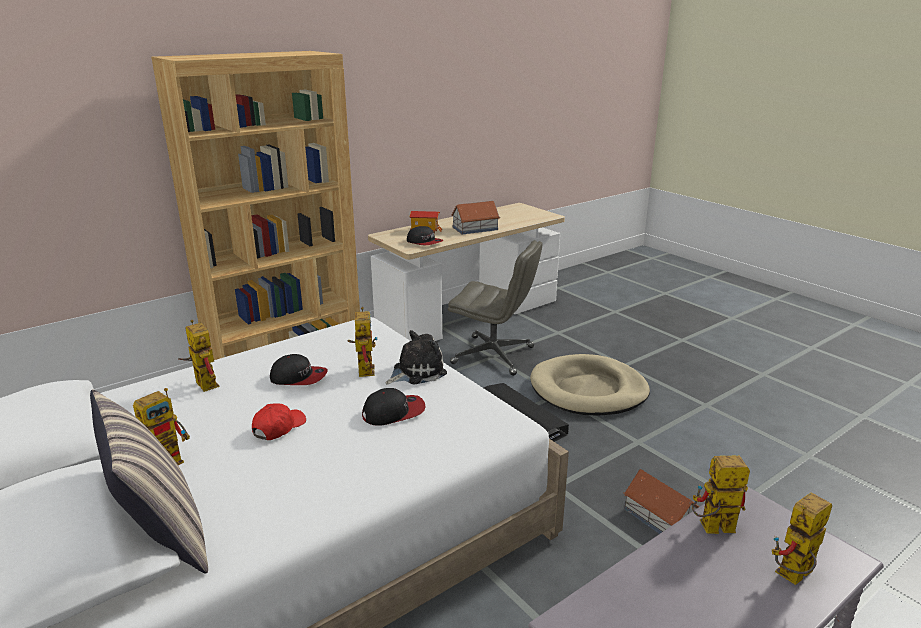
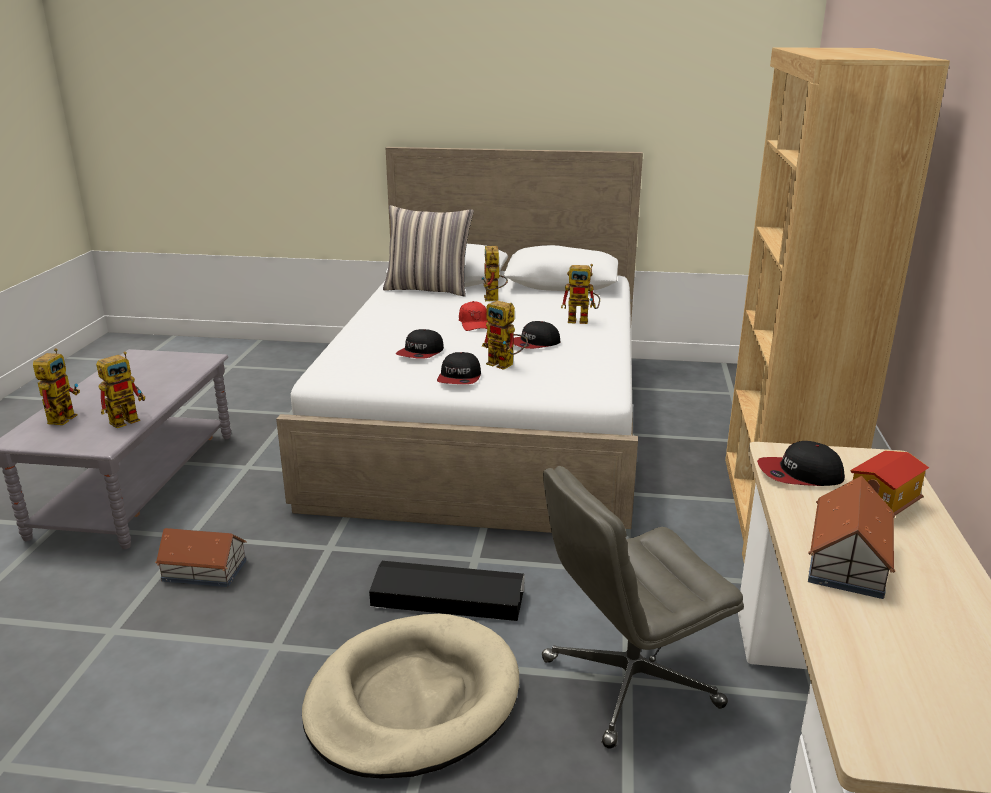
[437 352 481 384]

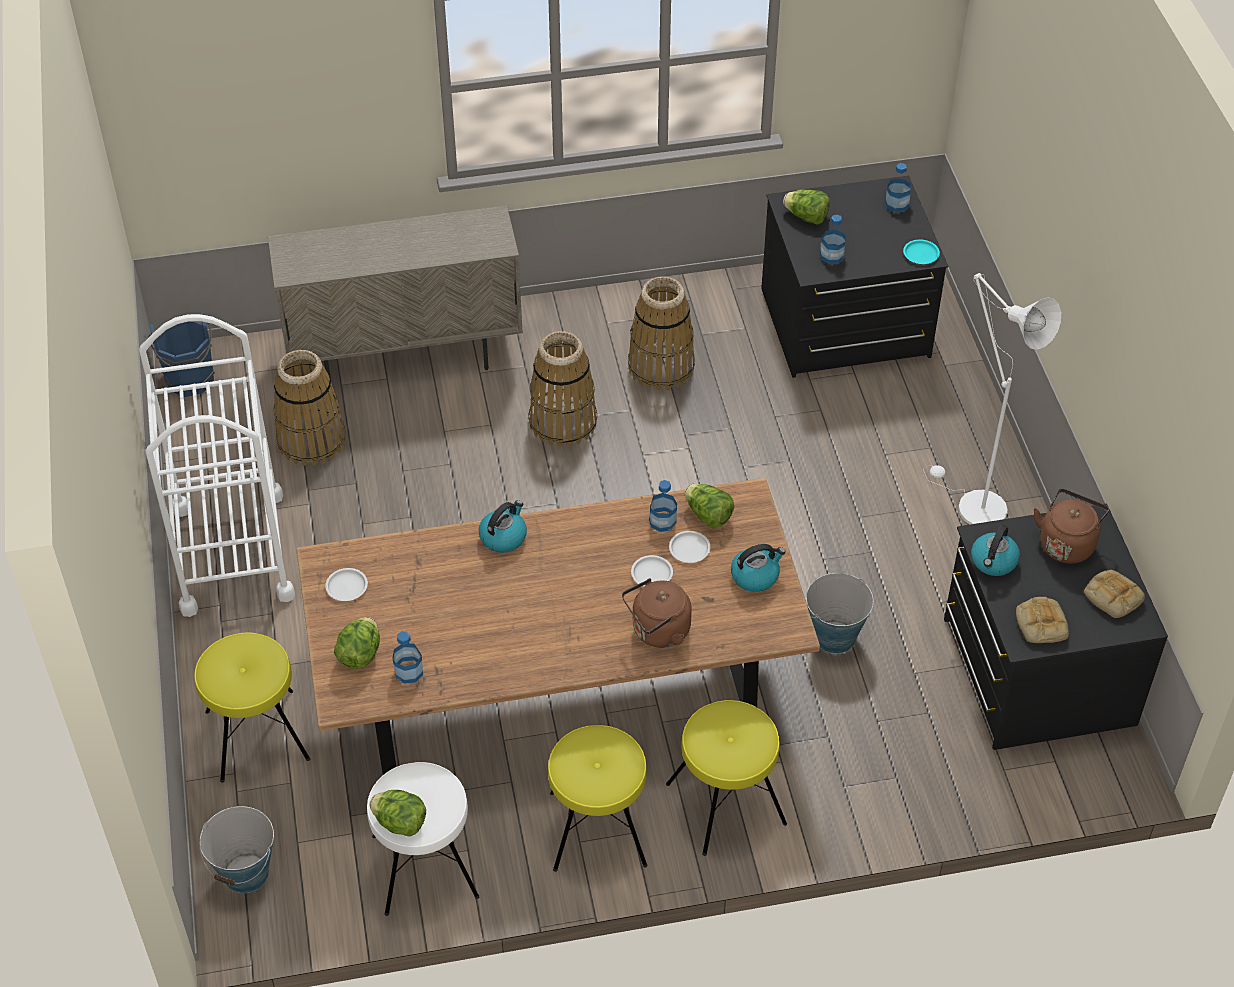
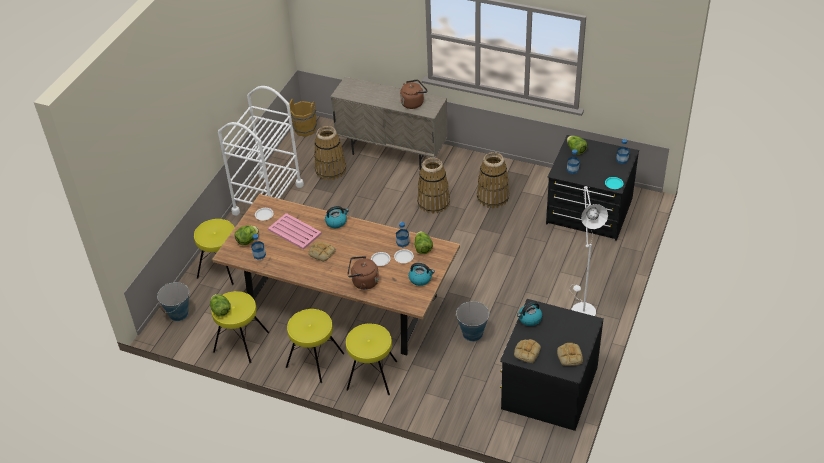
[289 99 317 137]
[400 80 428 109]
[211 291 269 363]
[268 213 322 250]
[308 241 336 262]

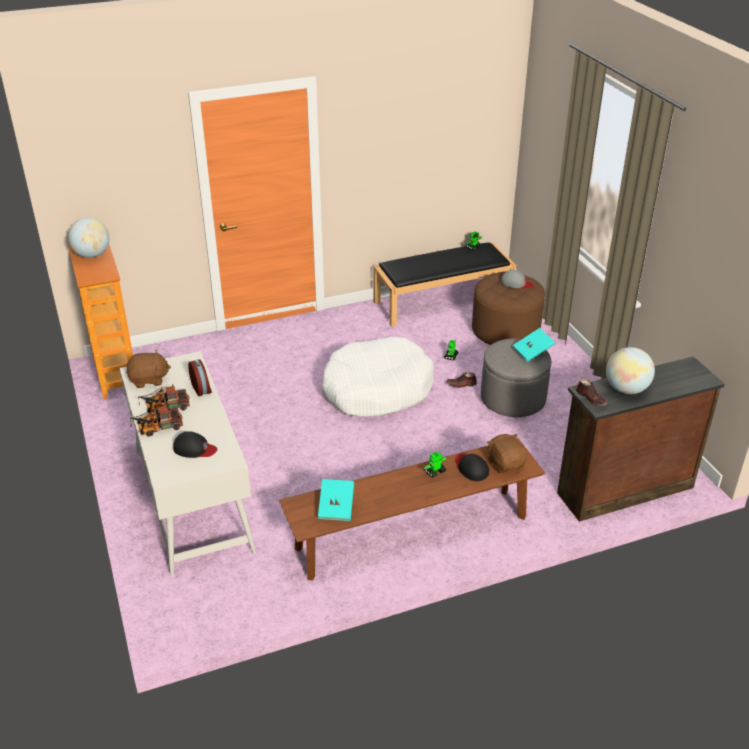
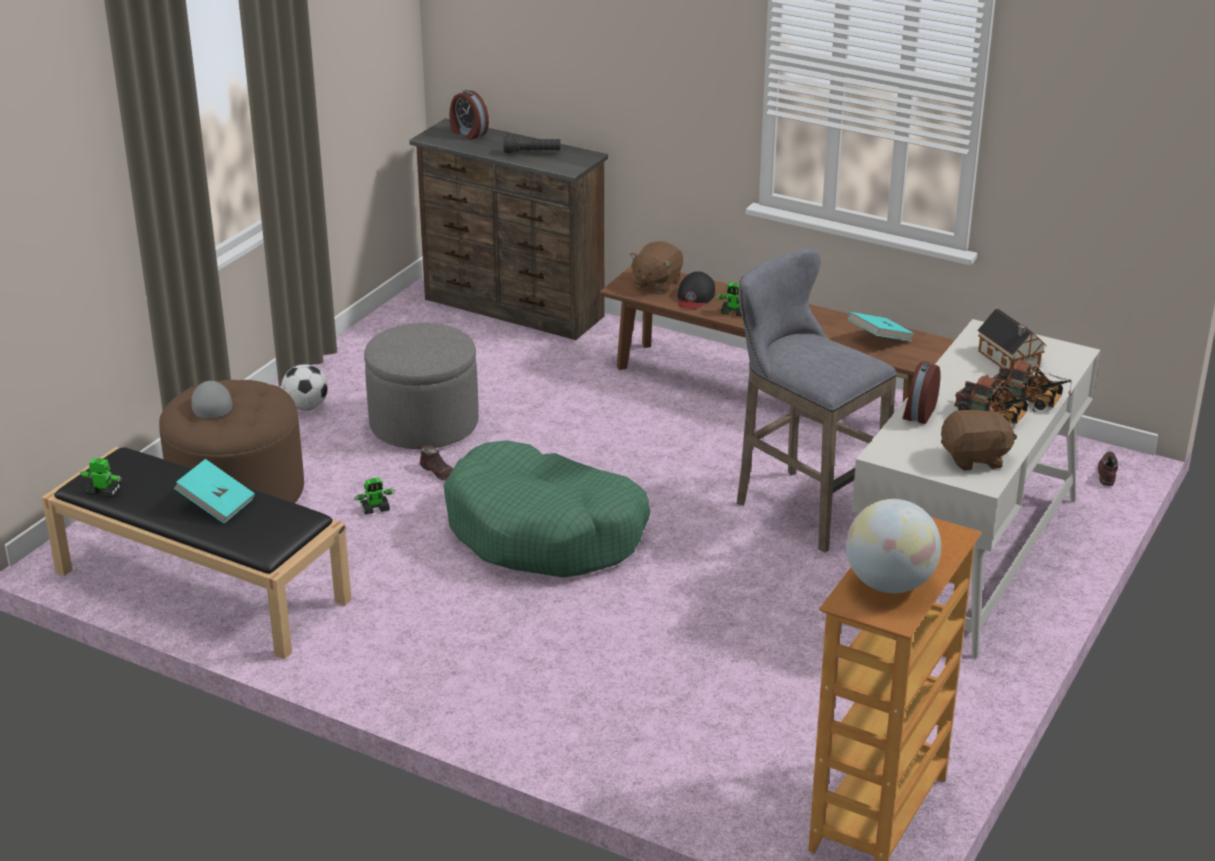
[174 459 255 523]
[444 440 650 578]
[504 135 561 153]
[941 406 1017 471]
[1098 451 1118 486]
[978 309 1046 369]
[449 90 489 140]
[737 248 897 553]
[281 364 328 410]

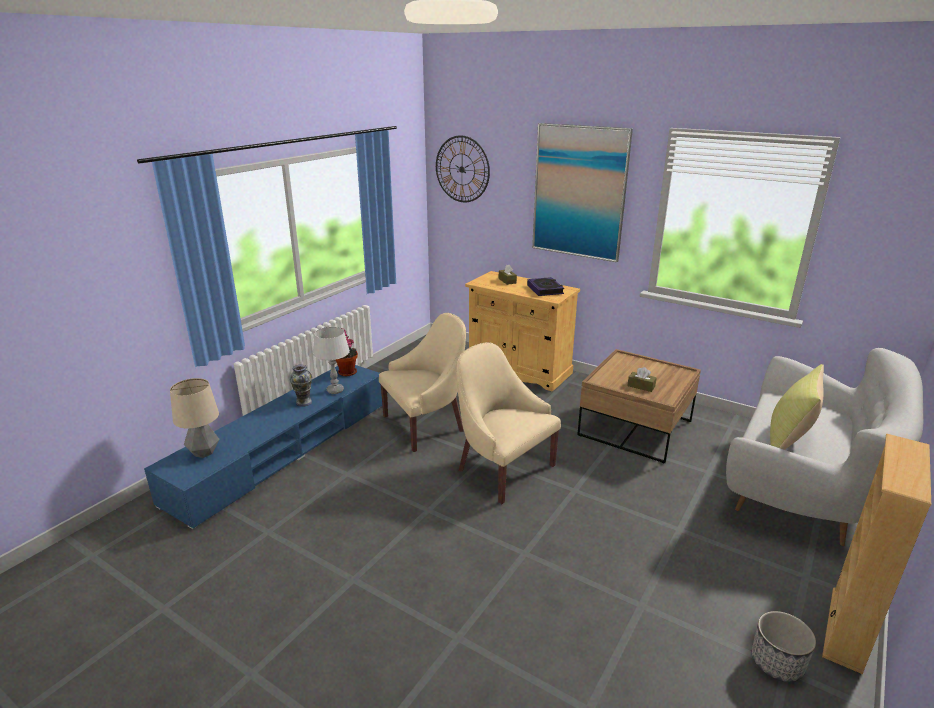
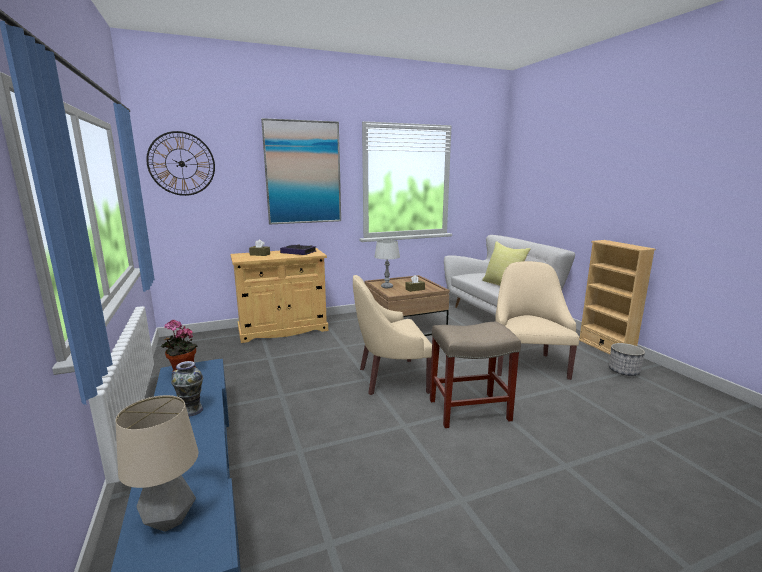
[495 261 579 380]
[374 240 400 288]
[430 322 521 428]

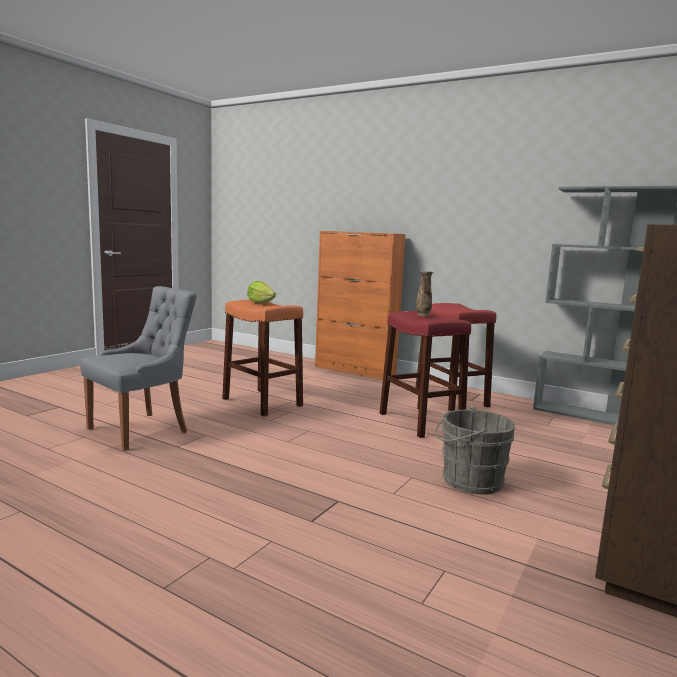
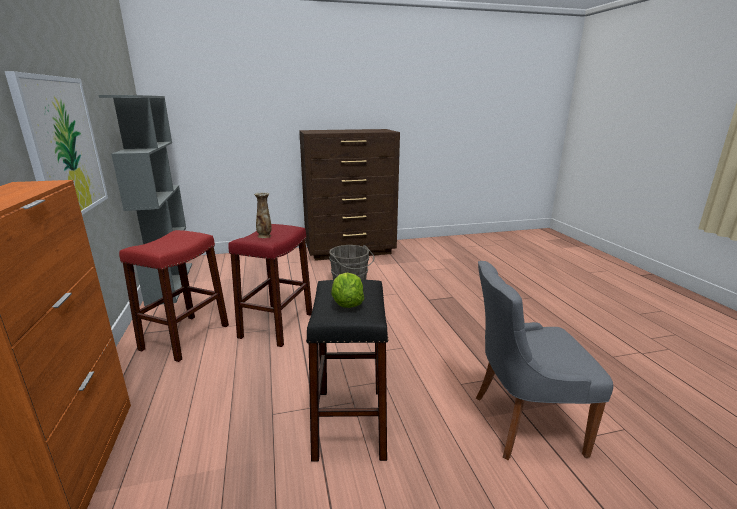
[306 280 388 462]
[5 71 108 215]

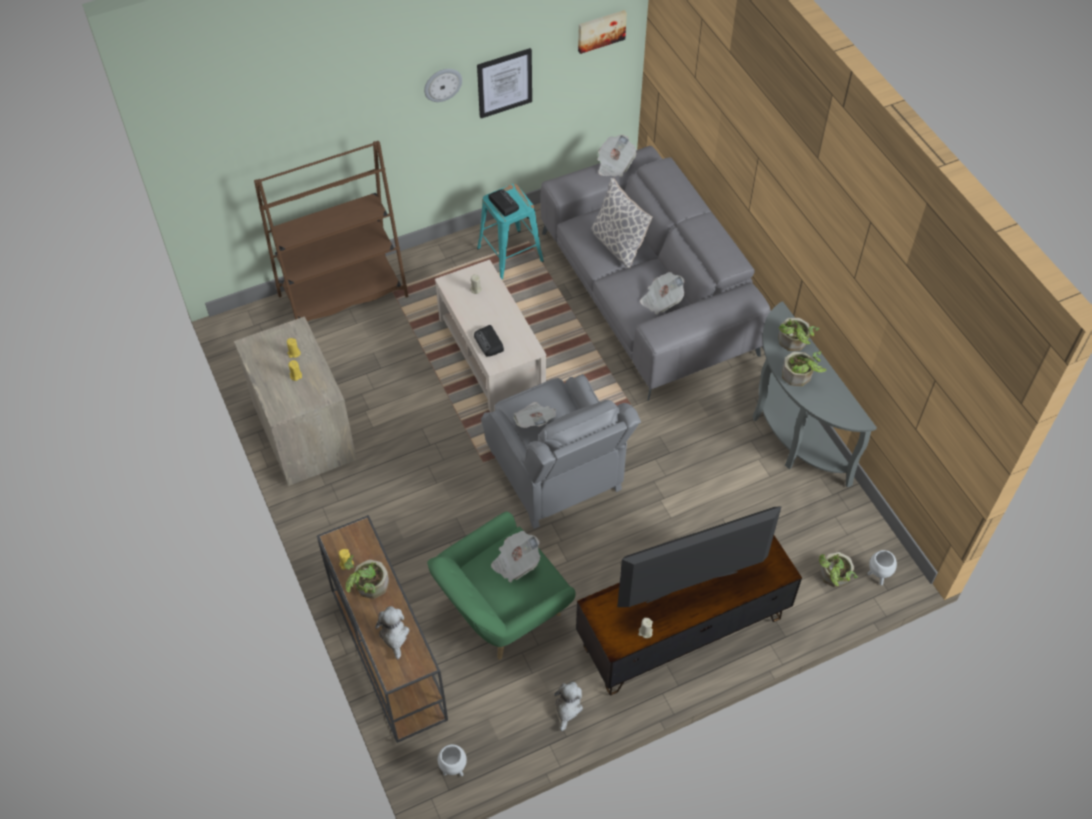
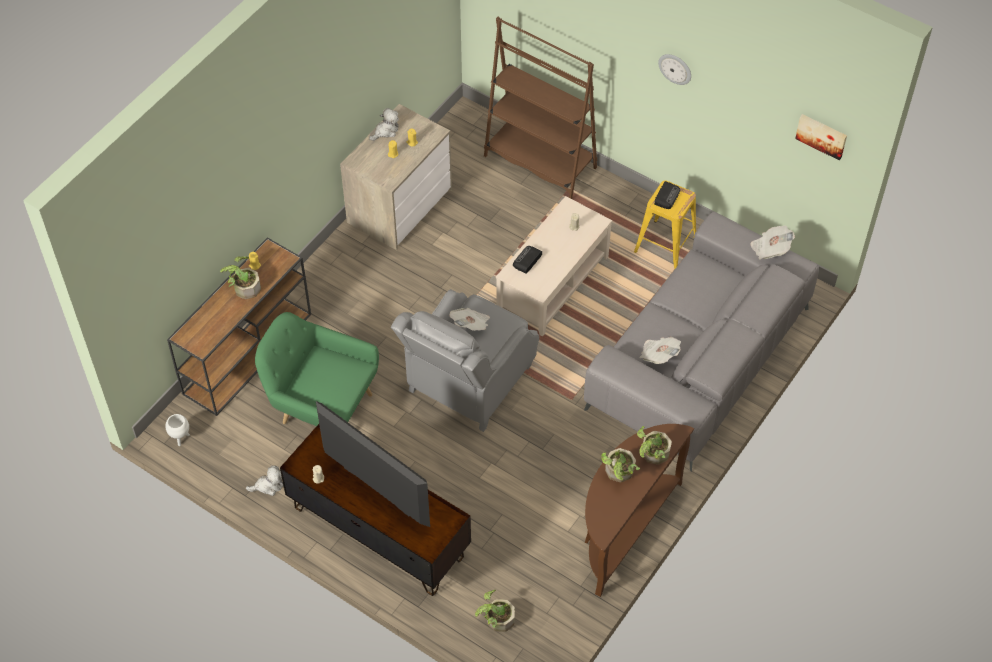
[477 48 532 118] (first image)
[591 178 653 268] (first image)
[634 181 696 270]
[585 424 694 597]
[491 531 540 583] (first image)
[867 550 897 585] (first image)
[369 108 399 141]

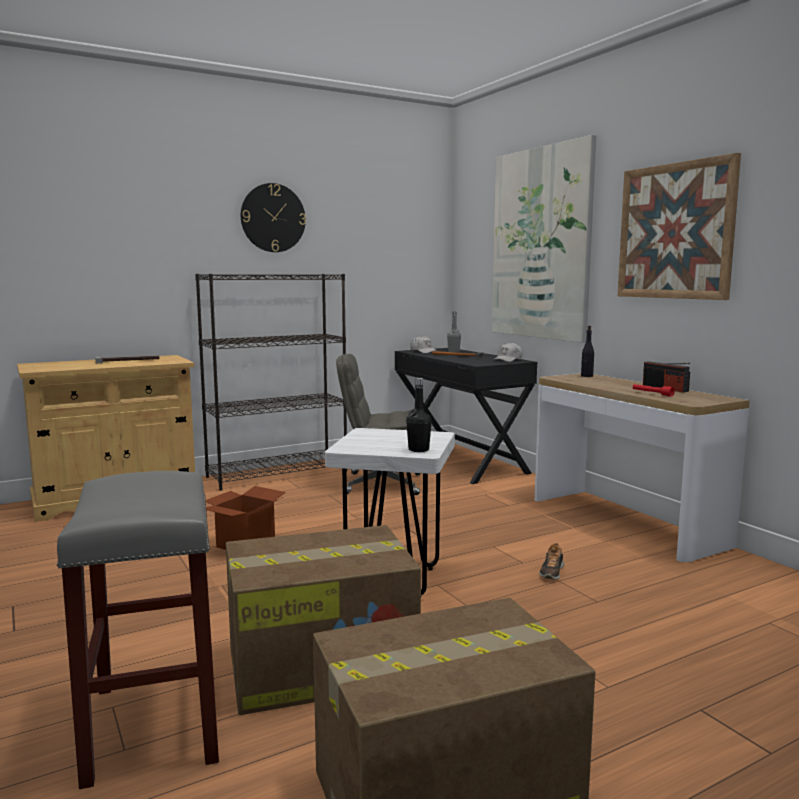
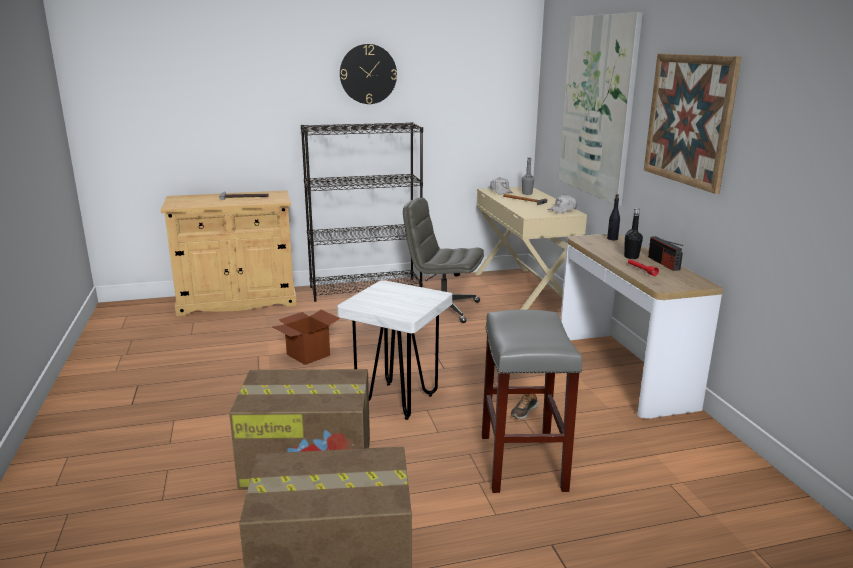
[475 187 587 310]
[624 208 643 259]
[482 310 582 493]

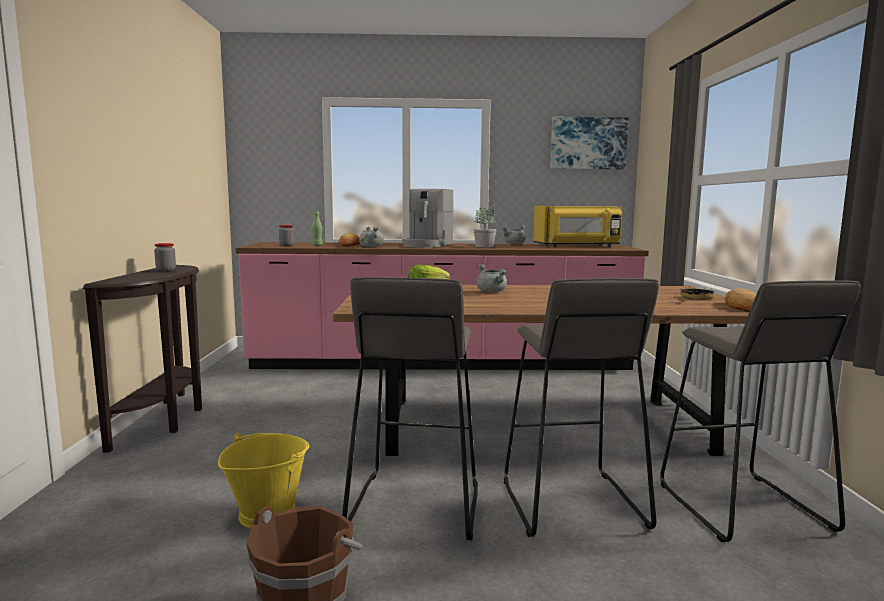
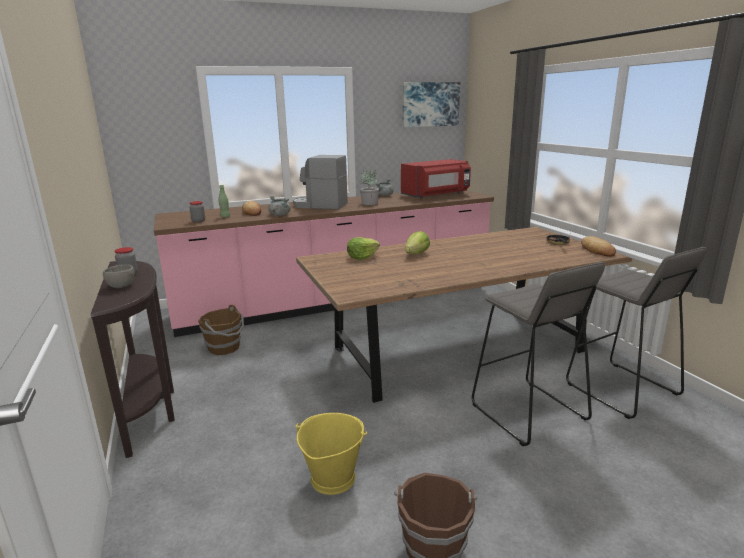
[293 155 348 209]
[401 159 471 198]
[405 231 430 255]
[342 277 478 540] (first image)
[103 265 135 288]
[198 305 244 355]

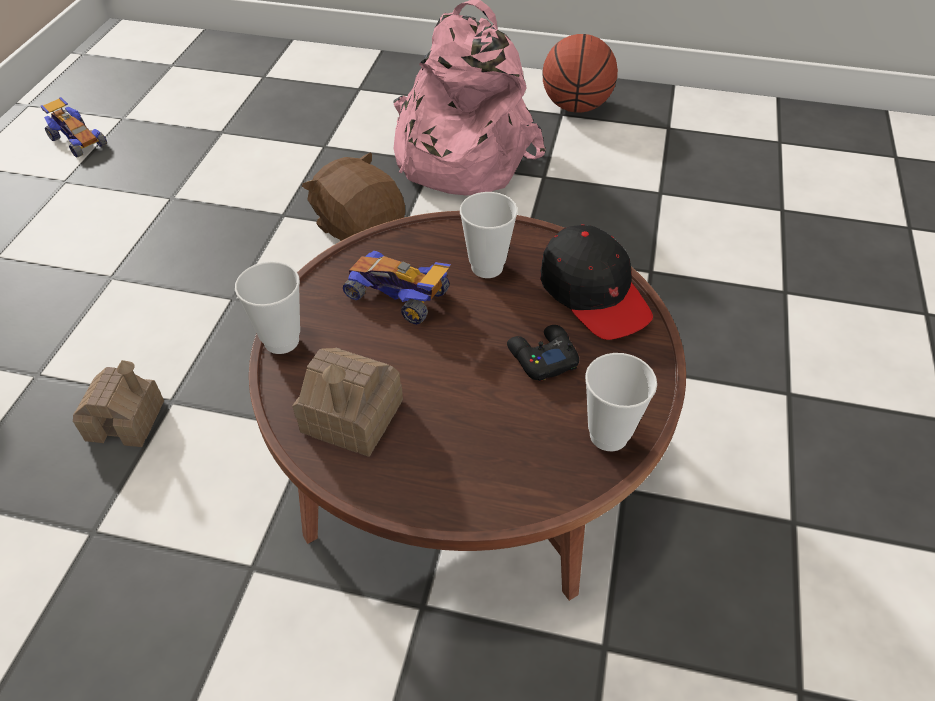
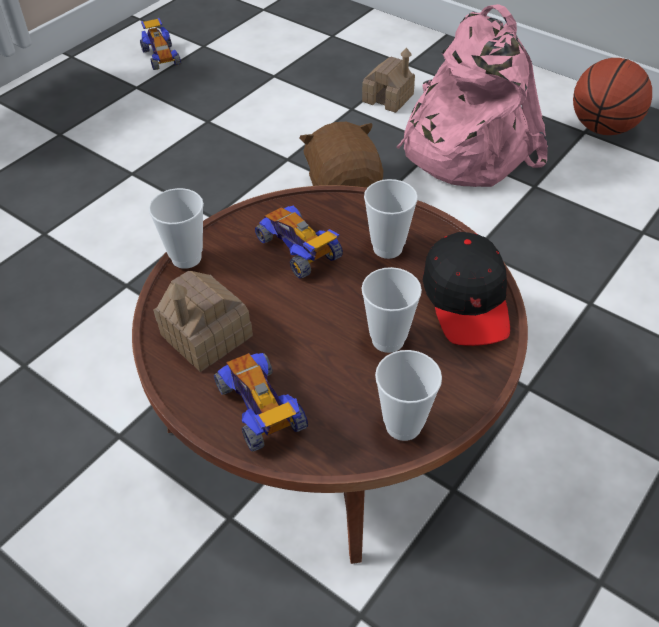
[362 267 422 353]
[362 48 415 113]
[214 353 308 452]

